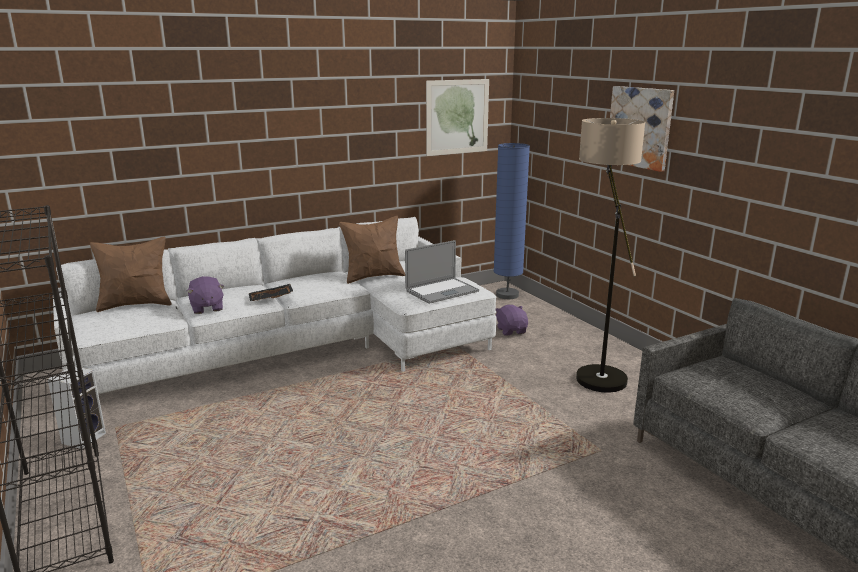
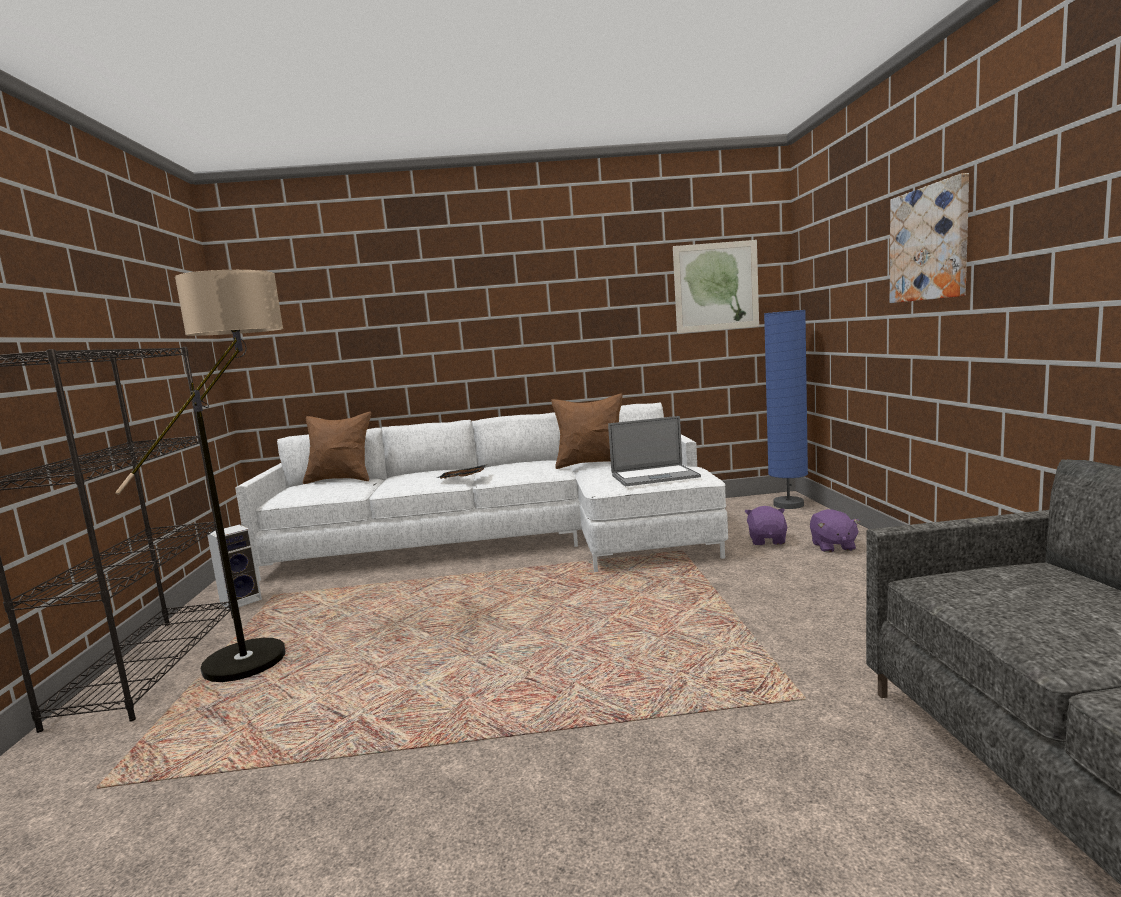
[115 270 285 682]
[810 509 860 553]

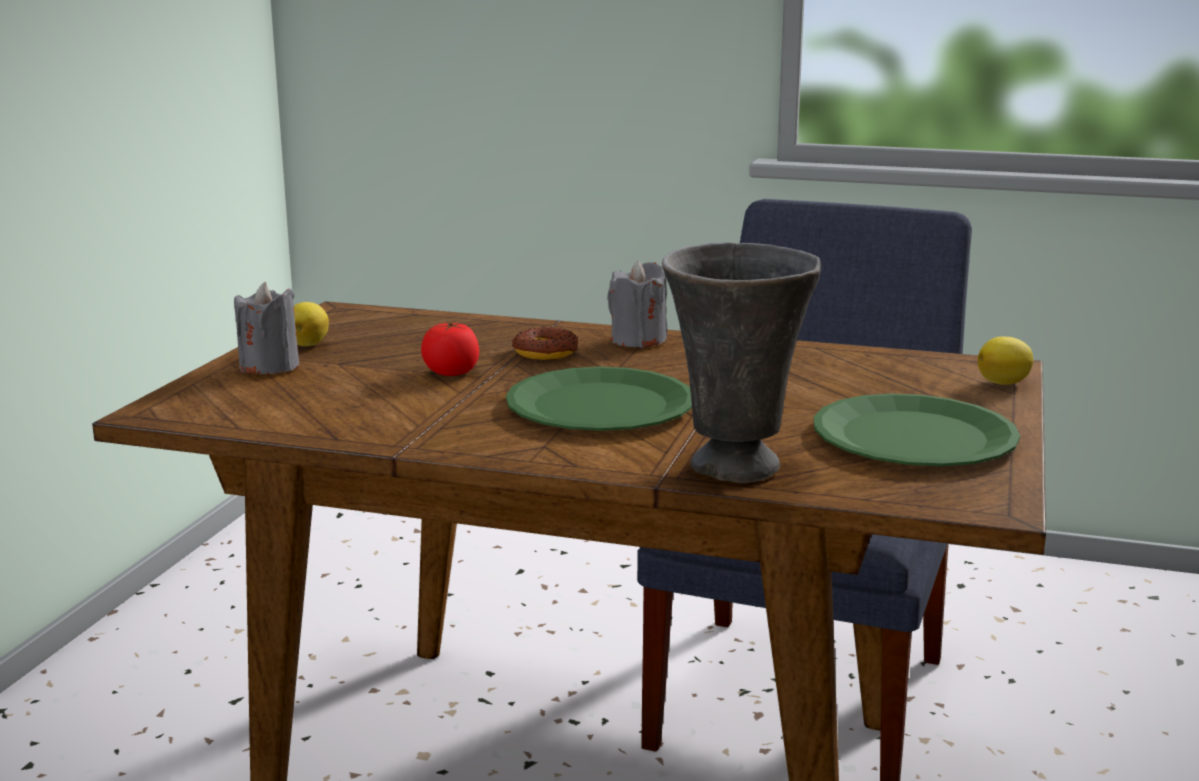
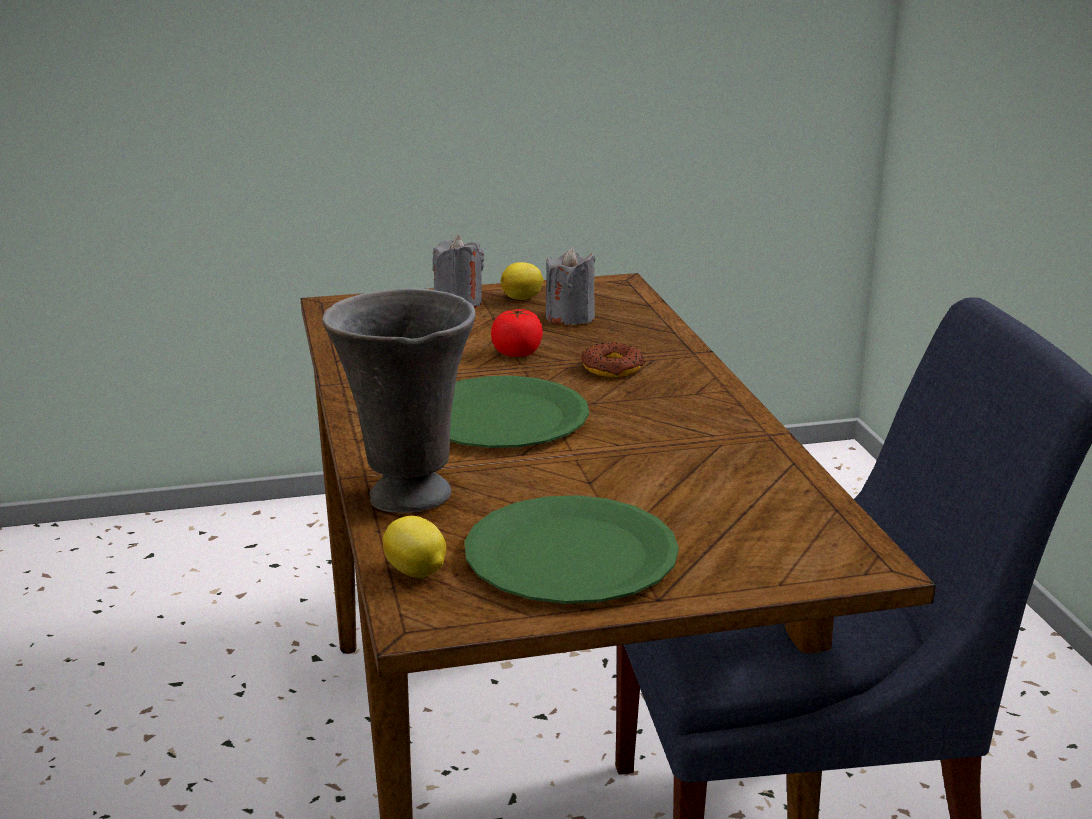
[546 247 596 325]
[383 516 446 578]

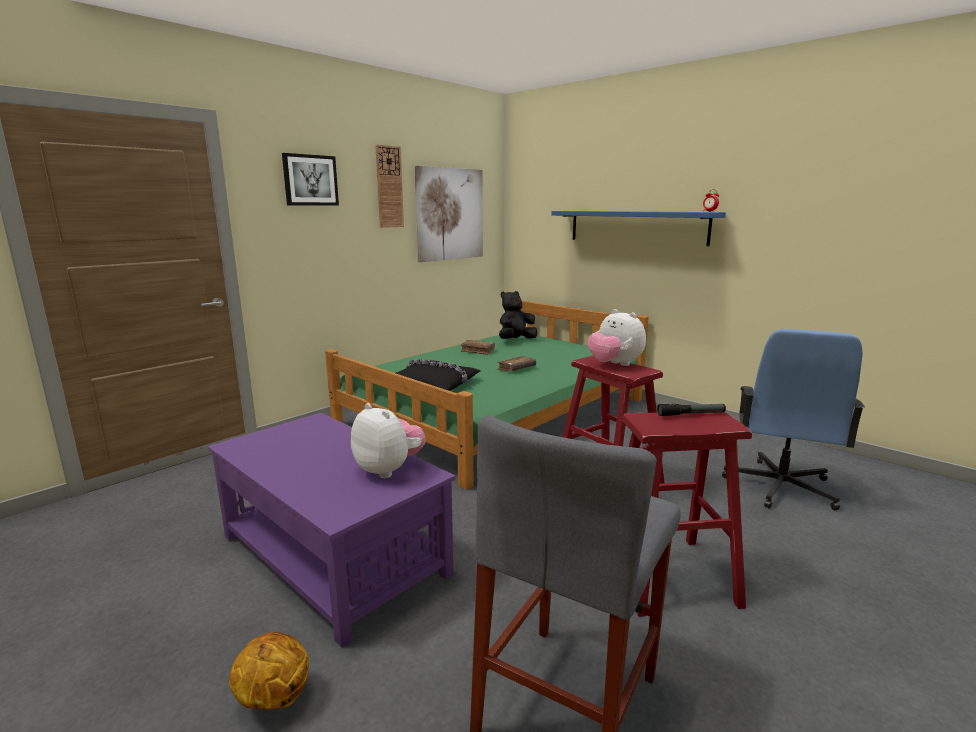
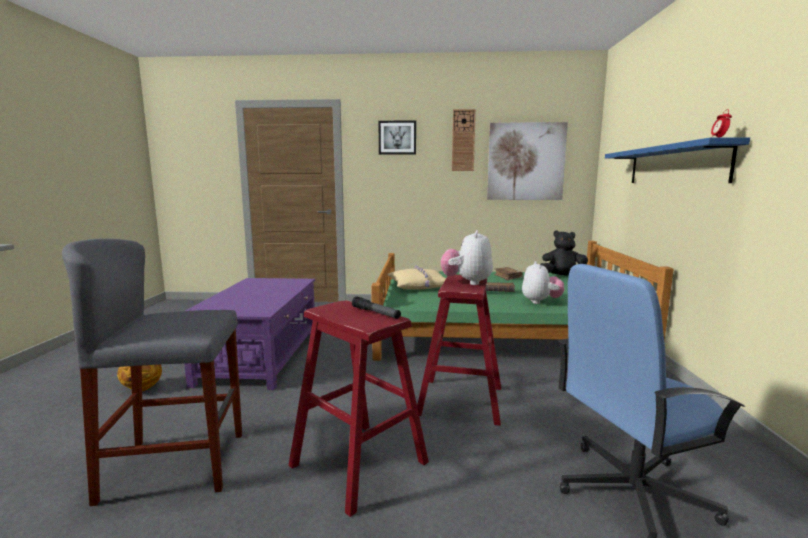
[388 265 446 290]
[522 261 564 304]

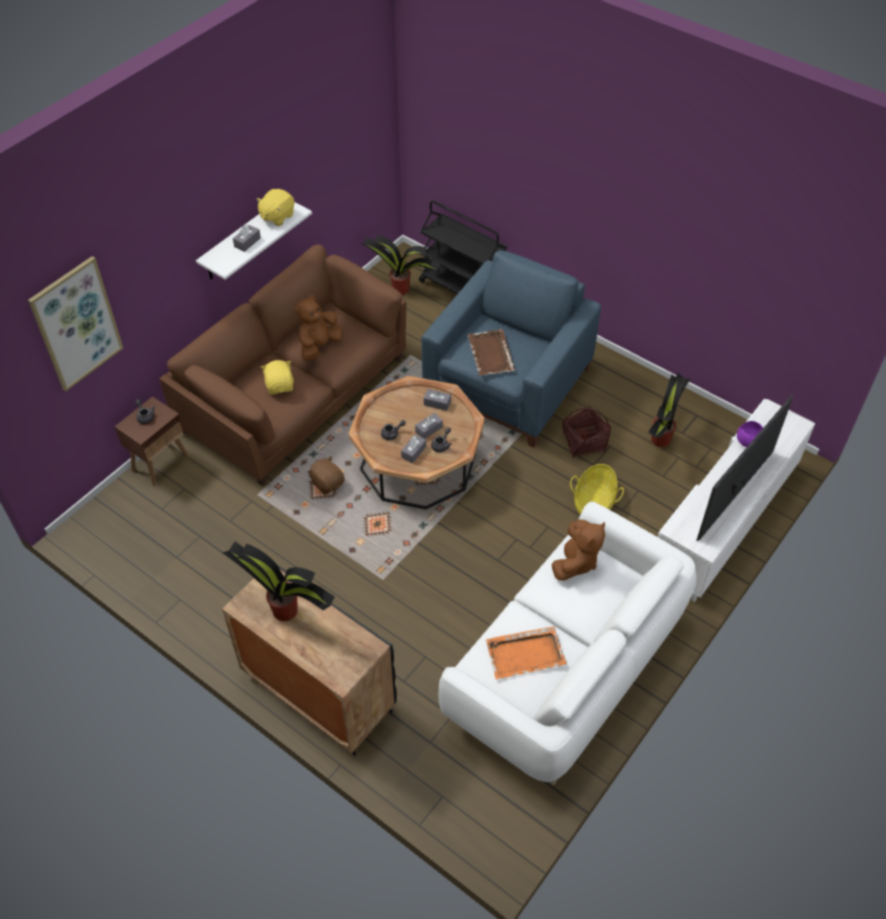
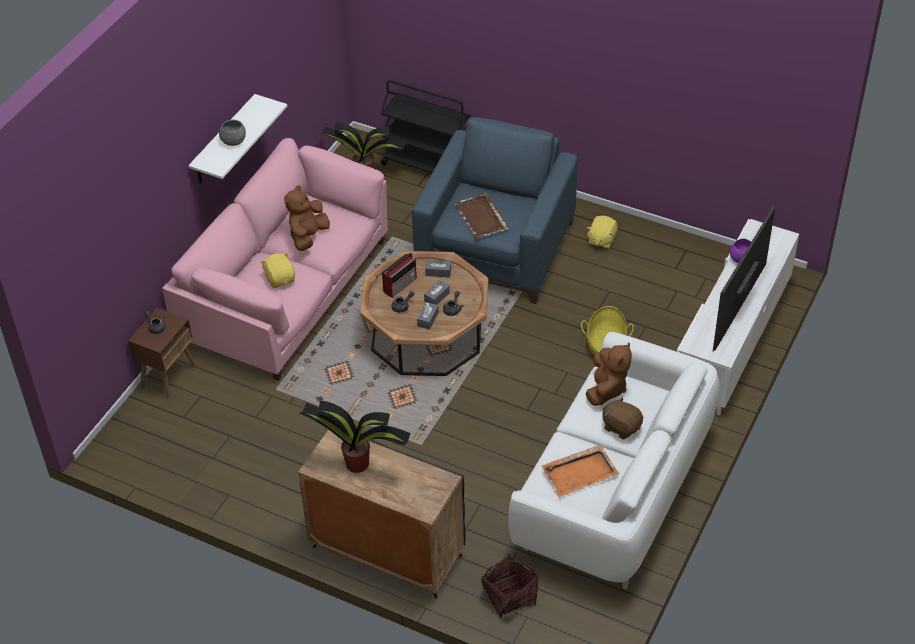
[586 215 617 249]
[219 120 246 146]
[162 138 388 381]
[28 256 123 391] (first image)
[648 373 691 447] (first image)
[481 554 538 618]
[603 396 643 439]
[382 252 417 298]

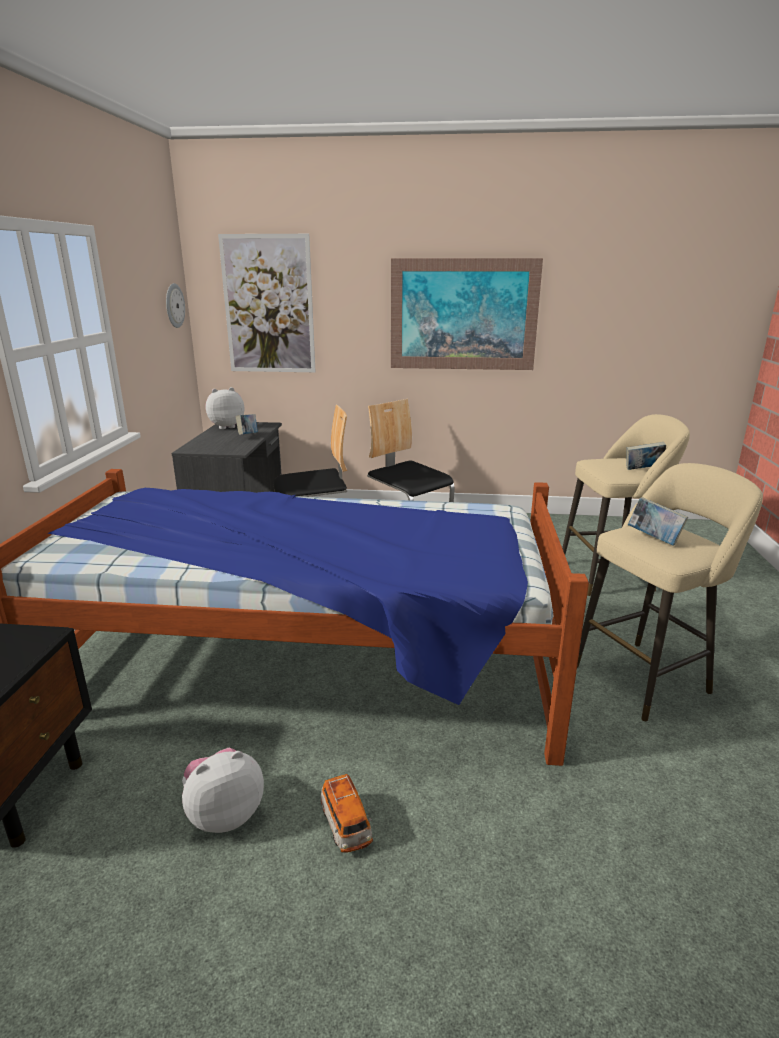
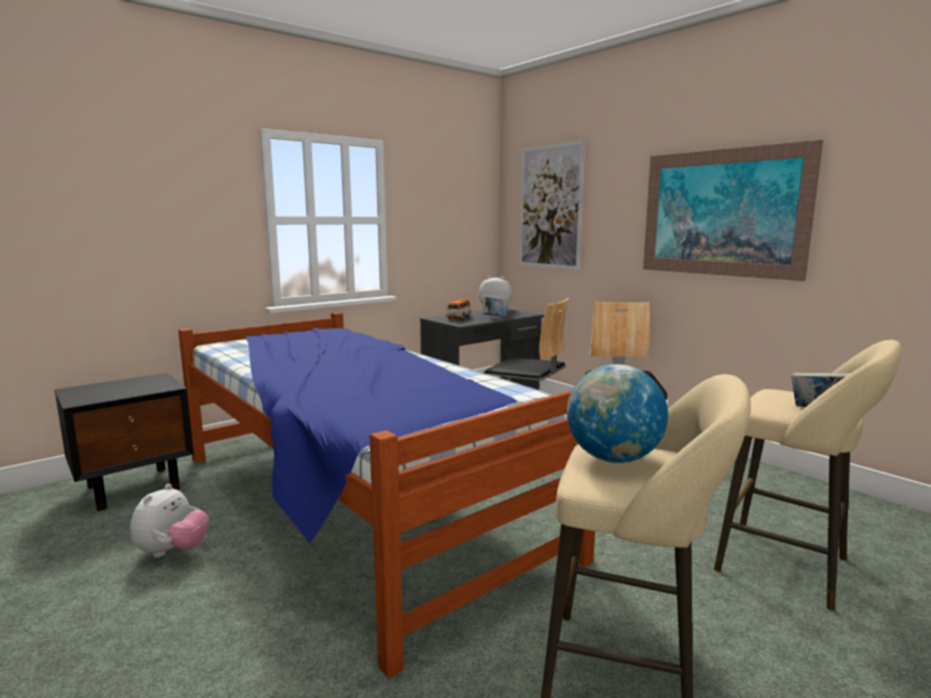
[166 283 185 328] (first image)
[567 364 668 463]
[130 484 209 557]
[446 298 471 320]

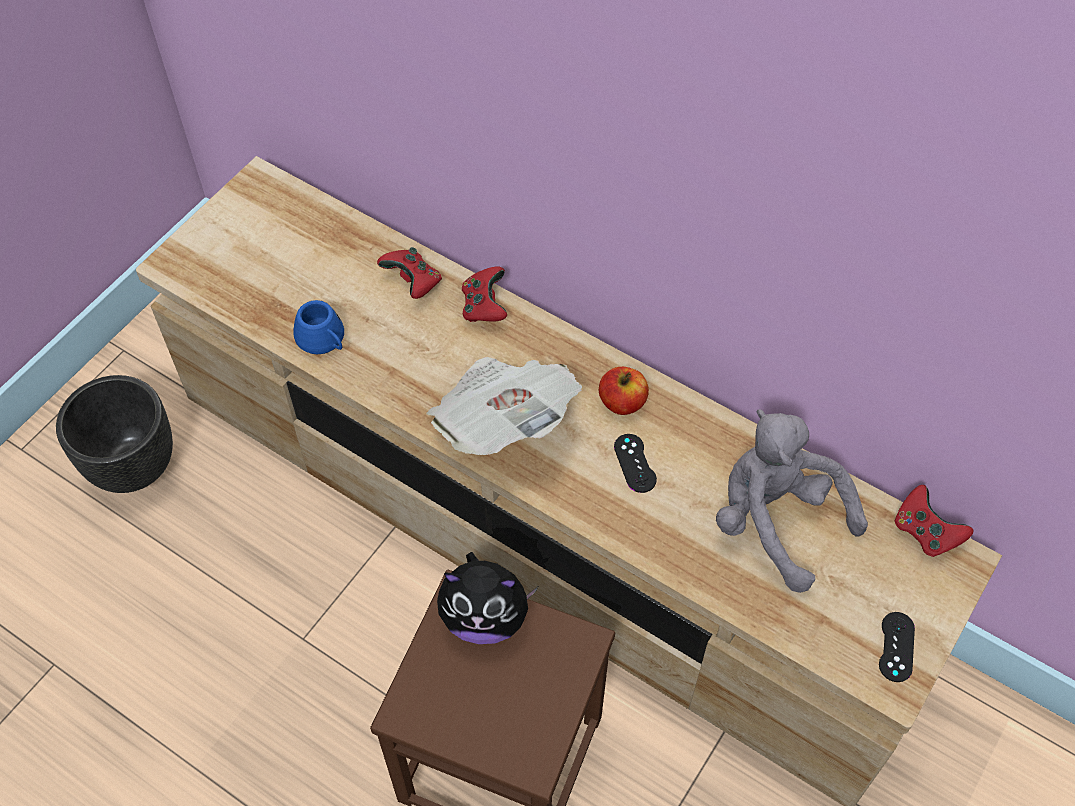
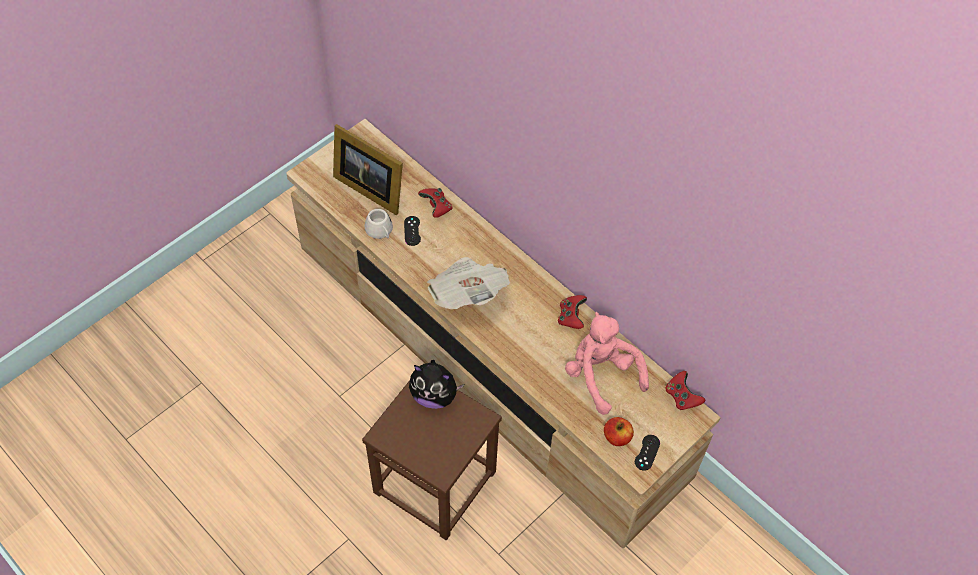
[558 295 587 329]
[365 209 393 239]
[604 417 634 446]
[56 375 173 493] (first image)
[565 312 649 415]
[404 216 421 246]
[333 124 403 215]

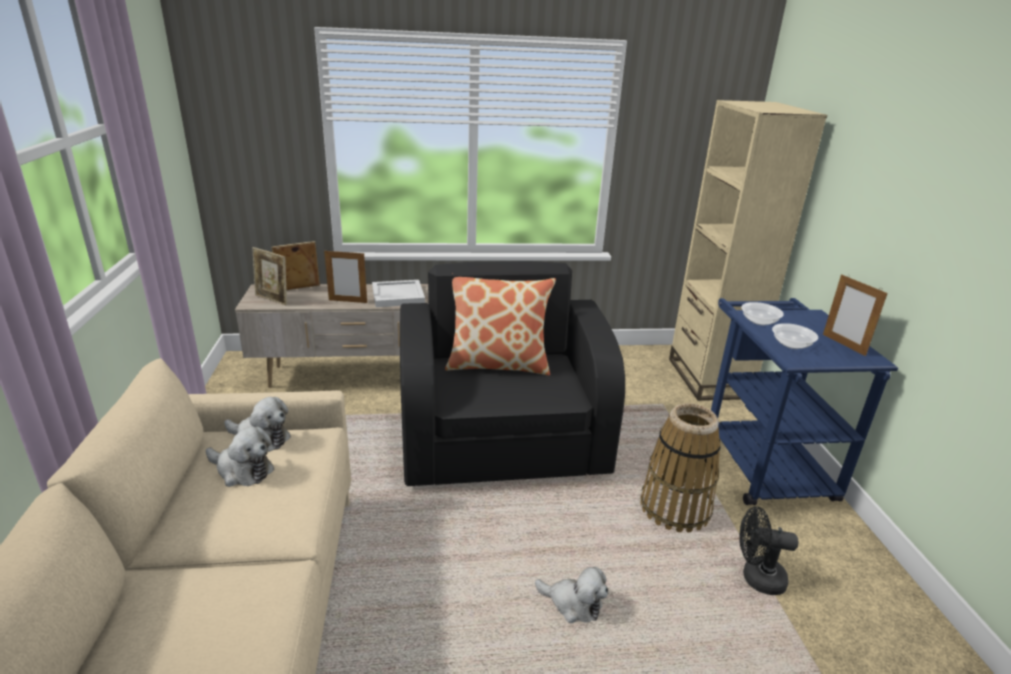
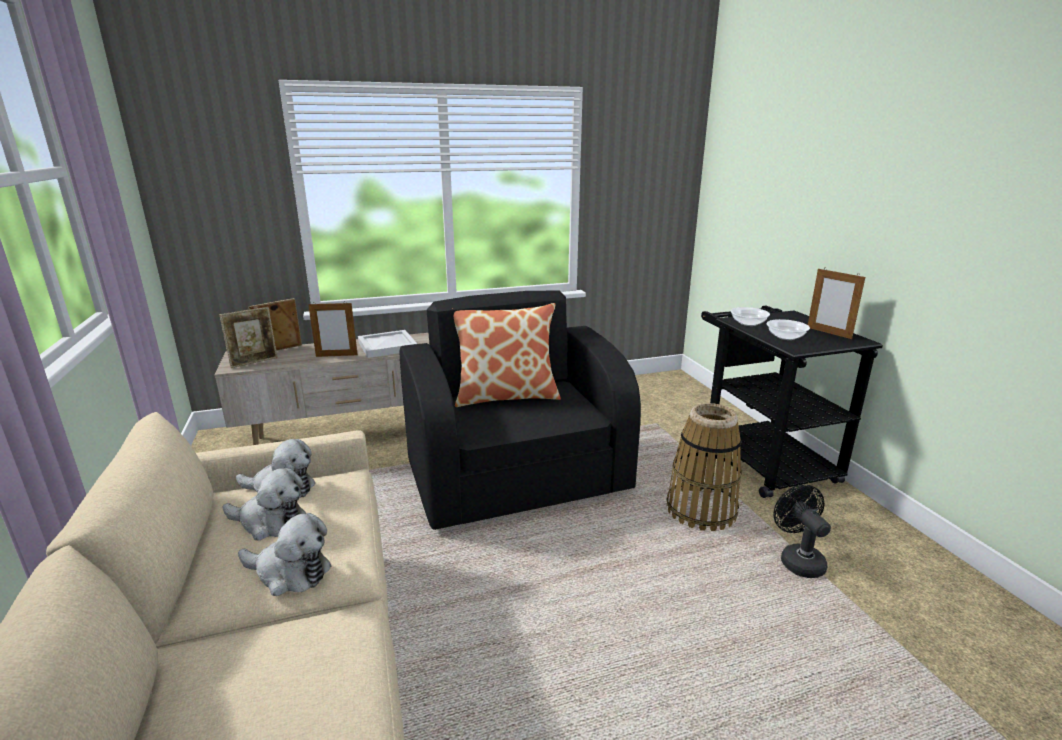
[669 100 827 401] (first image)
[220 307 278 368]
[701 306 883 498]
[773 485 831 578]
[238 513 331 596]

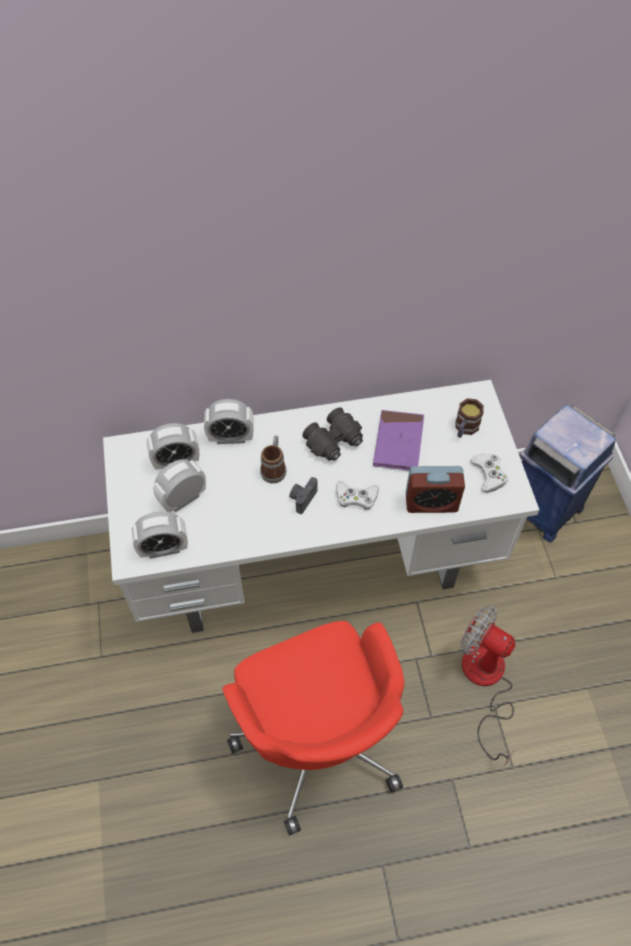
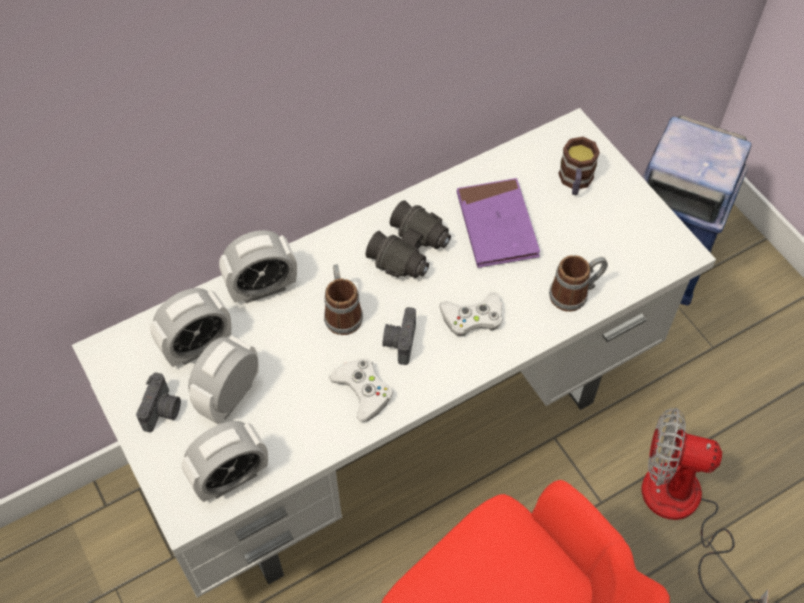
[329 358 393 422]
[549 255 608 312]
[136 372 181 432]

